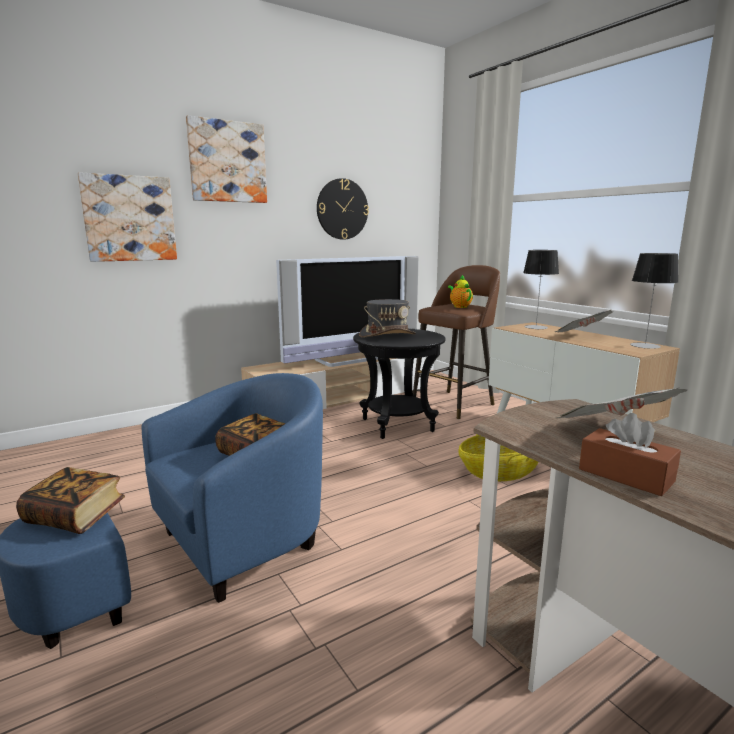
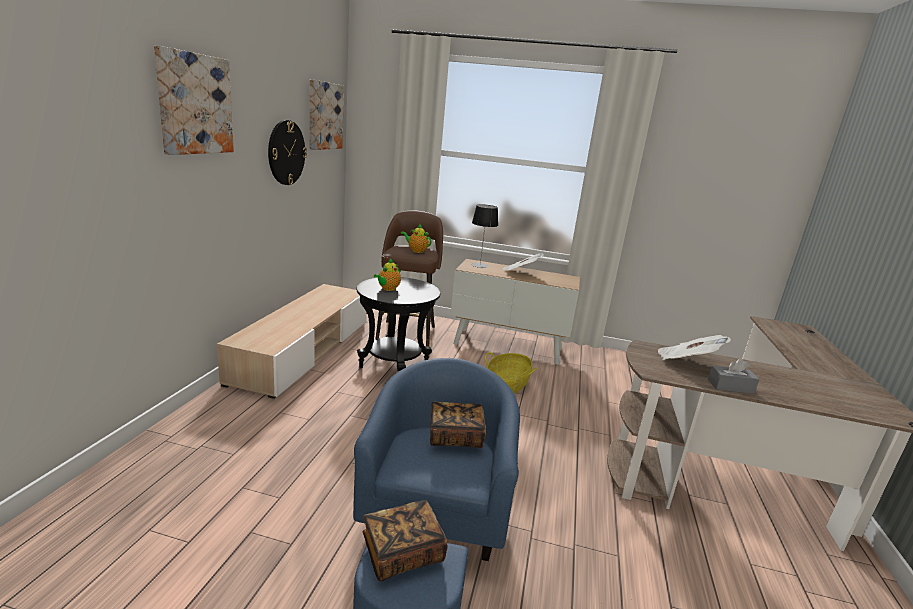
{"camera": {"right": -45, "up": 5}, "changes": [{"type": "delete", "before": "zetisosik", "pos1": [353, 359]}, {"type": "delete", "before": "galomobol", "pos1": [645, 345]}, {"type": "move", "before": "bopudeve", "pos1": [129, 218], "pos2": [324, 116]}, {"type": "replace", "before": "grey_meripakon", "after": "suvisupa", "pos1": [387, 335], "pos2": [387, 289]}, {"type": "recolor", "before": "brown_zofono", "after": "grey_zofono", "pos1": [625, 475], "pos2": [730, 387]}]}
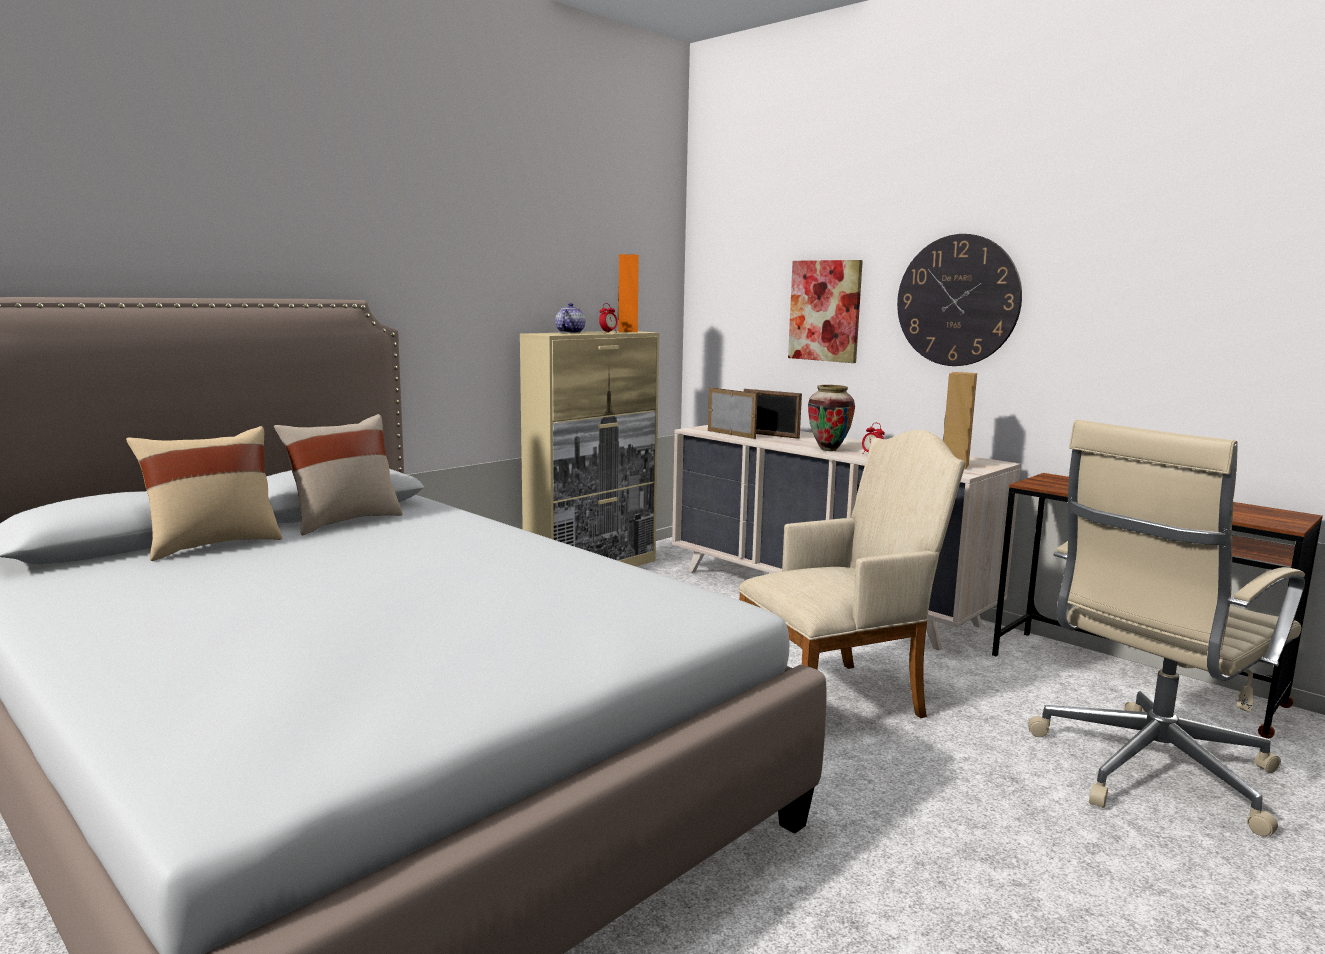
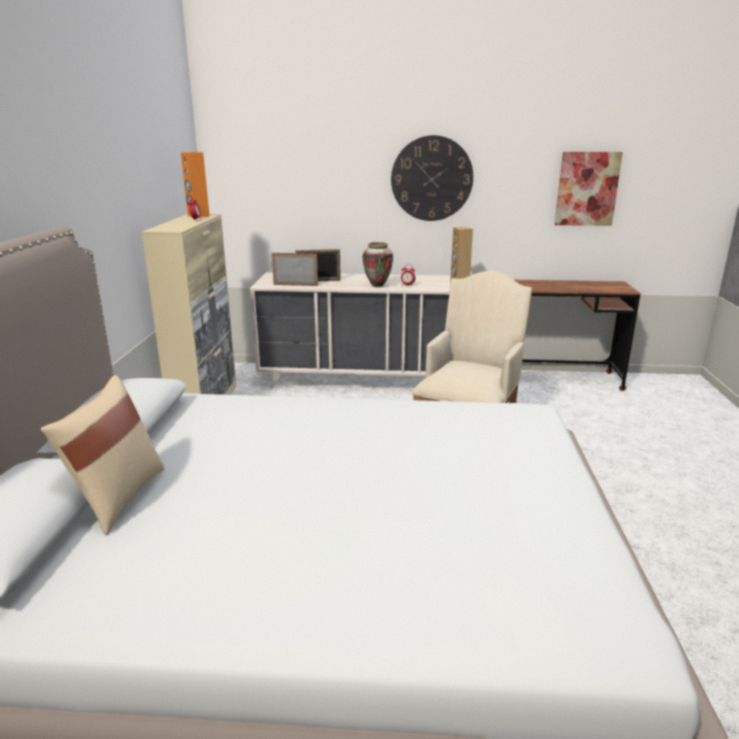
{"camera": {"right": -40, "up": 10}, "changes": [{"type": "delete", "before": "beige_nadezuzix", "pos1": [344, 521]}, {"type": "delete", "before": "suvisupa", "pos1": [570, 332]}, {"type": "delete", "before": "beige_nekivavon", "pos1": [1149, 771]}, {"type": "move", "before": "bopudeve", "pos1": [825, 311], "pos2": [587, 189]}]}
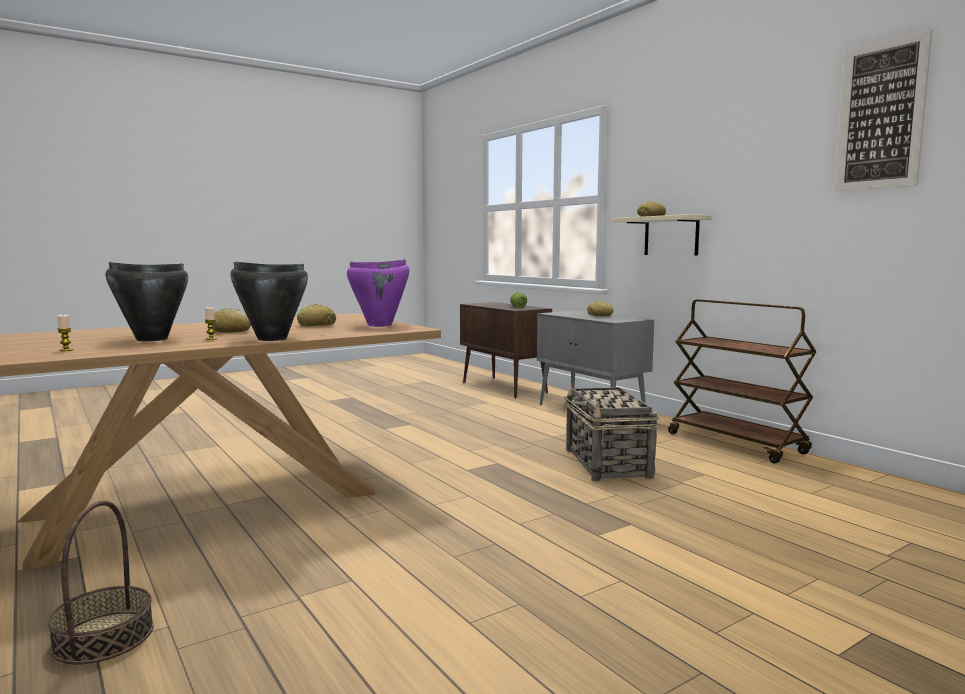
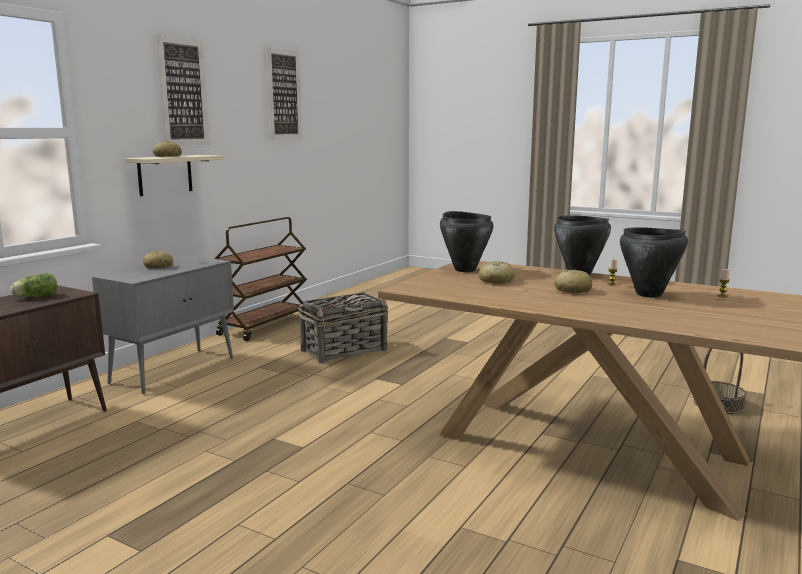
{"camera": {"right": -115, "up": 5}, "changes": [{"type": "insert", "after": "bopudeve", "pos2": [183, 92]}, {"type": "recolor", "before": "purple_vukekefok", "after": "black_vukekefok", "pos1": [380, 325], "pos2": [465, 270]}]}
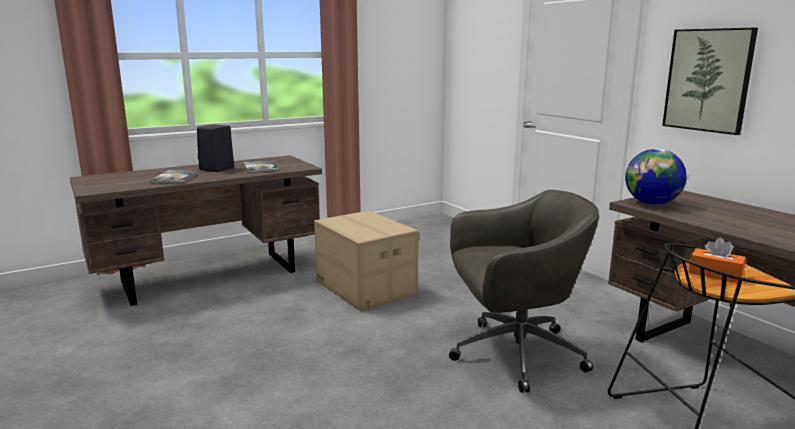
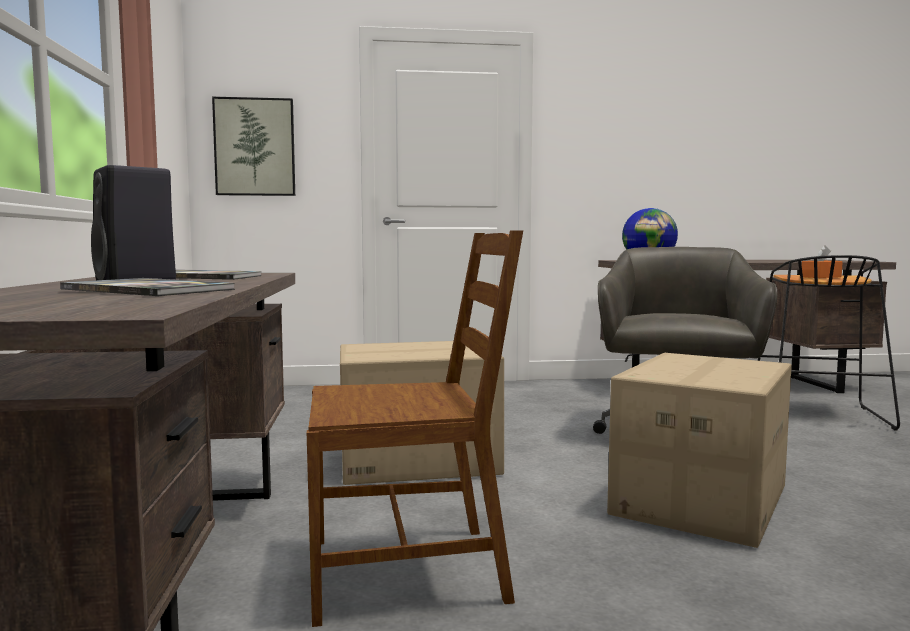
{"camera": {"right": -65, "up": -10}, "changes": [{"type": "insert", "after": "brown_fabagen", "pos2": [408, 570]}, {"type": "insert", "after": "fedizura", "pos2": [699, 500]}, {"type": "move", "before": "bopudeve", "pos1": [708, 80], "pos2": [255, 147]}]}
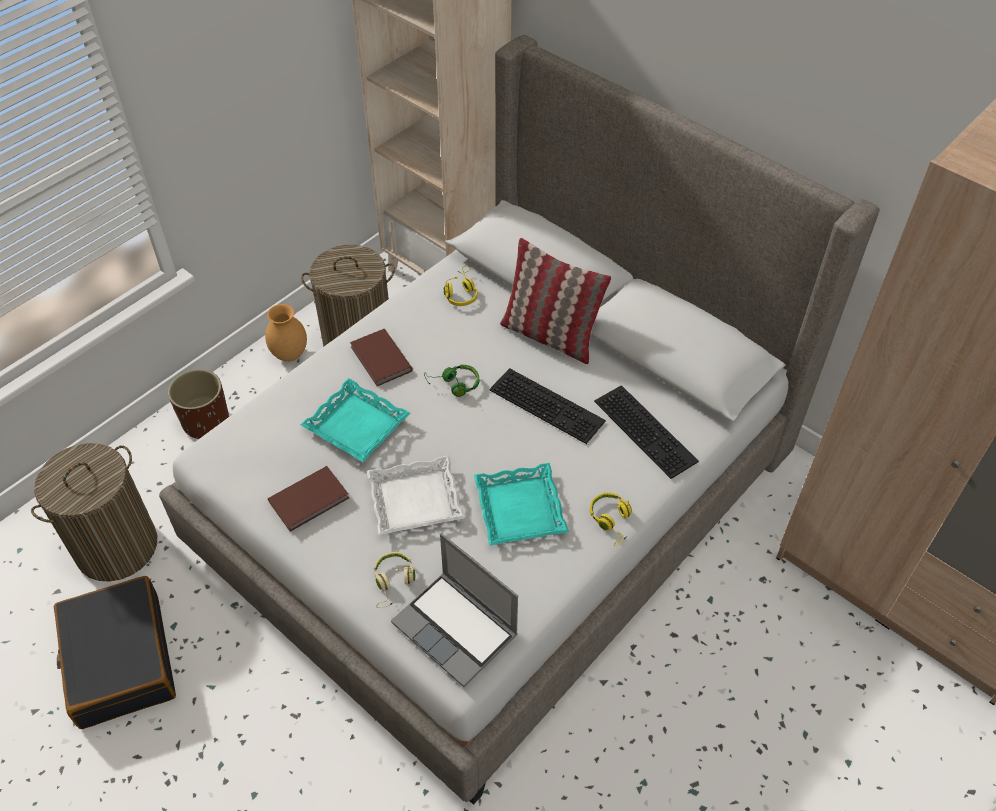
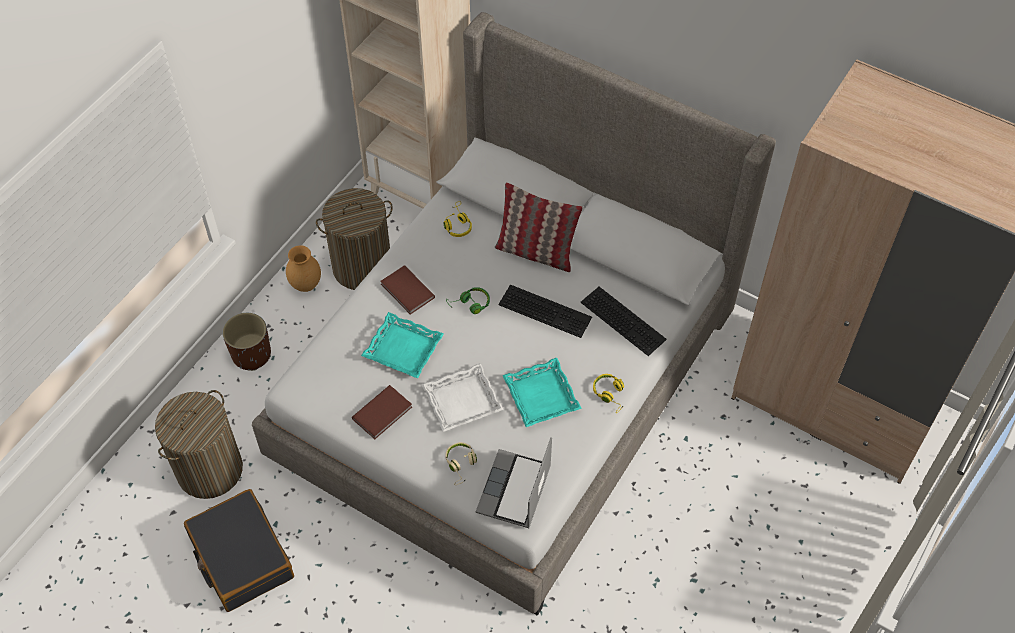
{"camera": {"right": -10, "up": 5}, "changes": [{"type": "rotate", "before": "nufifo", "pos1": [457, 629], "pos2": [515, 491], "turn": 75}]}
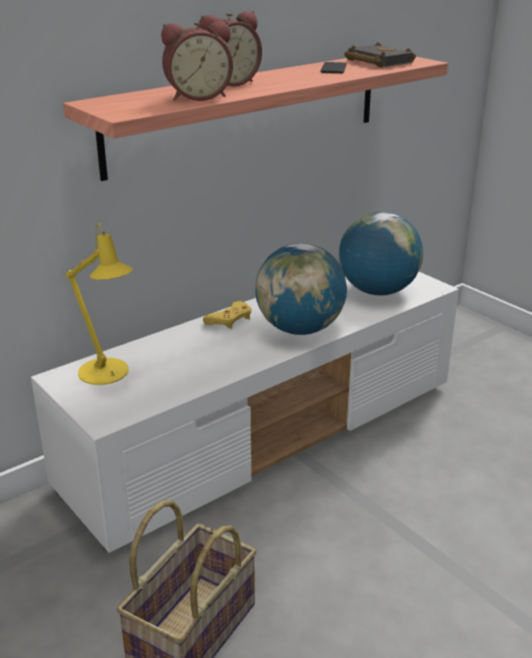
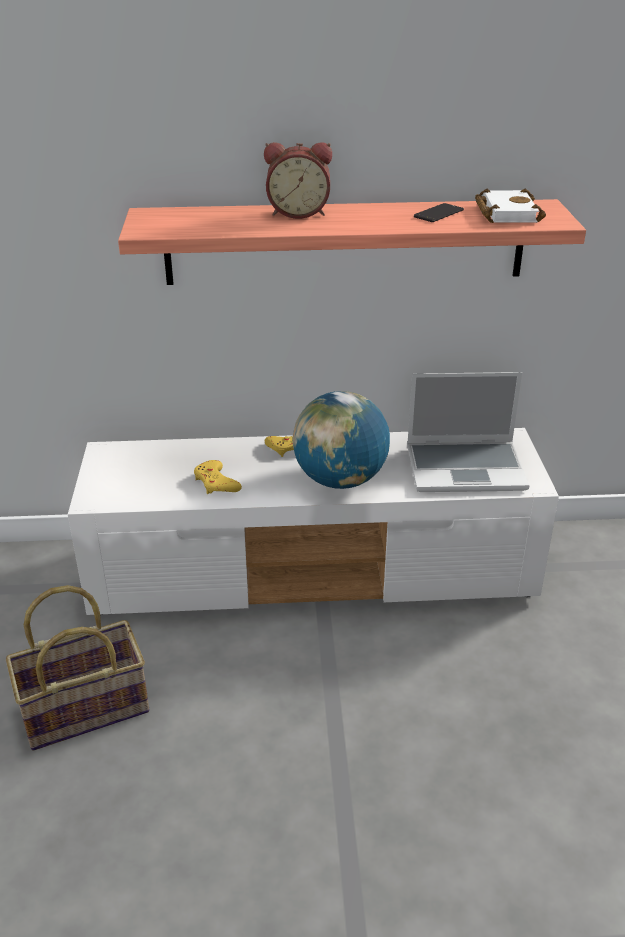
{"camera": {"right": 35, "up": 5}, "changes": [{"type": "delete", "before": "yellow_galomobol", "pos1": [108, 374]}, {"type": "delete", "before": "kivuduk", "pos1": [197, 96]}, {"type": "insert", "after": "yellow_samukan", "pos2": [216, 483]}, {"type": "replace", "before": "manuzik", "after": "nufifo", "pos1": [377, 291], "pos2": [466, 468]}, {"type": "recolor", "before": "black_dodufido", "after": "white_dodufido", "pos1": [376, 62], "pos2": [505, 212]}]}
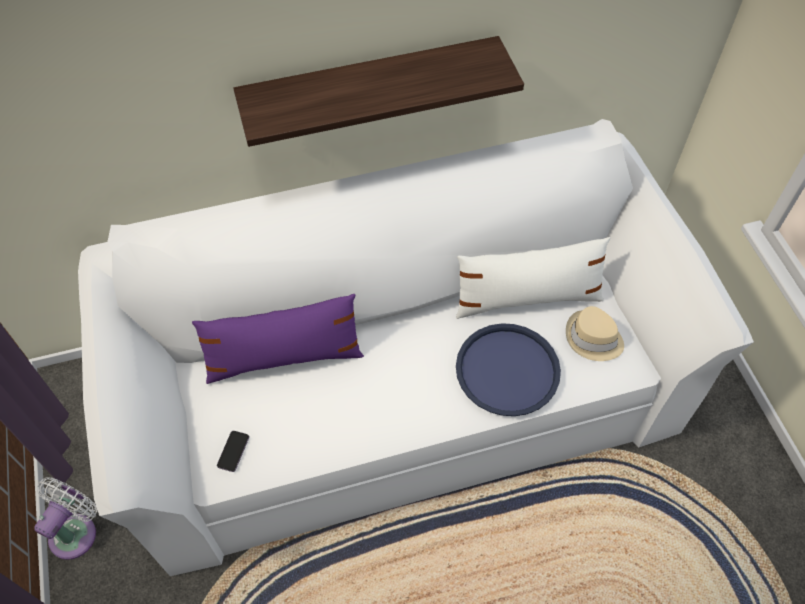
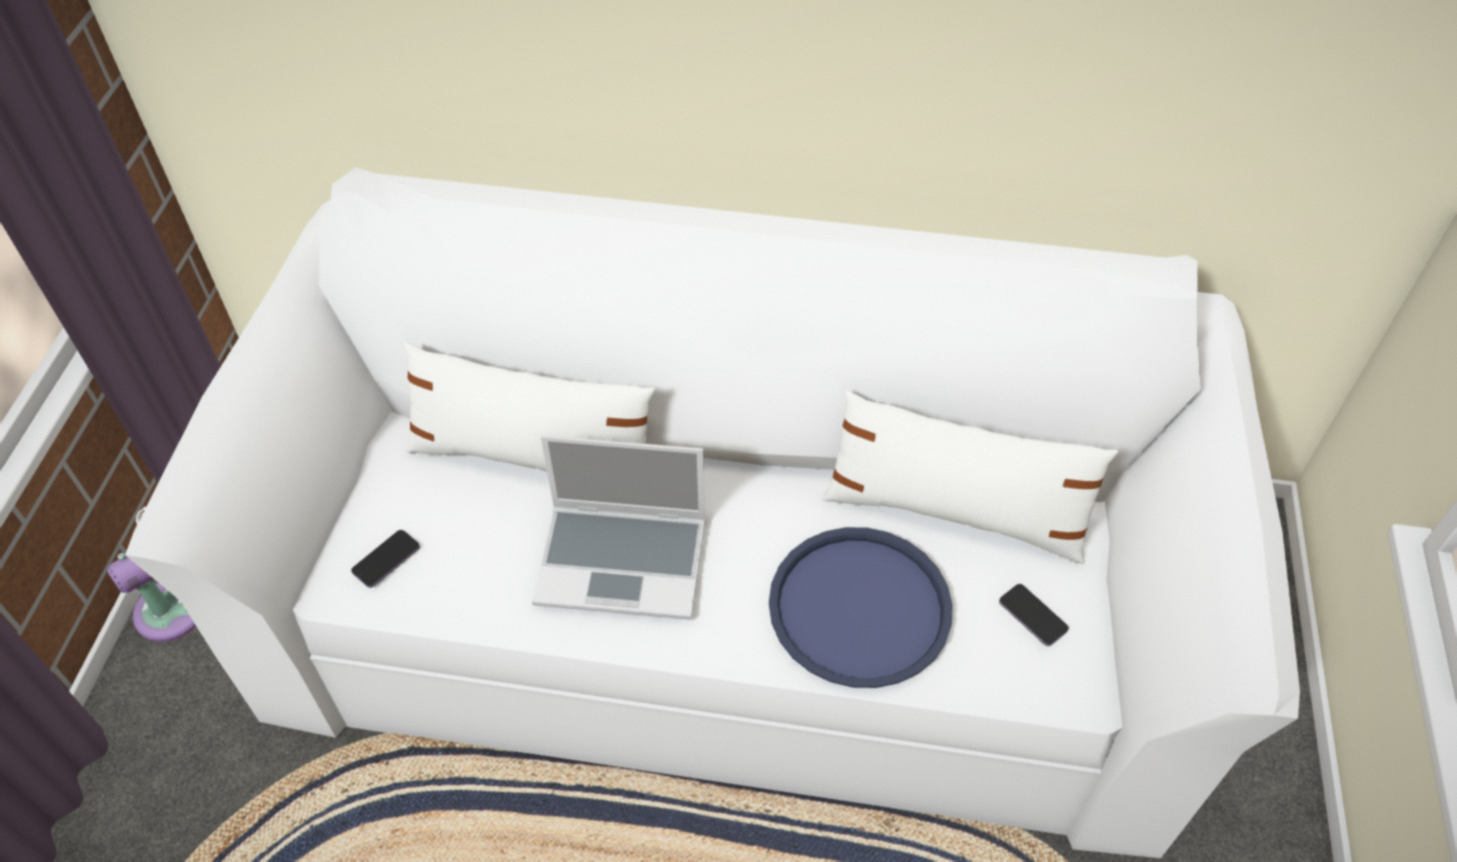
{"camera": {"right": 25, "up": -5}, "changes": [{"type": "delete", "before": "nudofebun", "pos1": [370, 86]}, {"type": "insert", "after": "nufifo", "pos2": [624, 561]}, {"type": "replace", "before": "beige_meripakon", "after": "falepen", "pos1": [593, 338], "pos2": [1033, 616]}, {"type": "recolor", "before": "purple_nadezuzix", "after": "white_nadezuzix", "pos1": [284, 358], "pos2": [533, 458]}]}
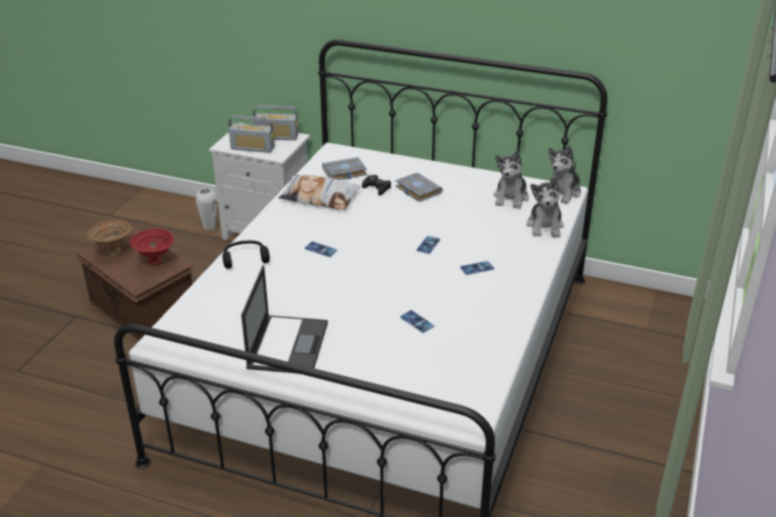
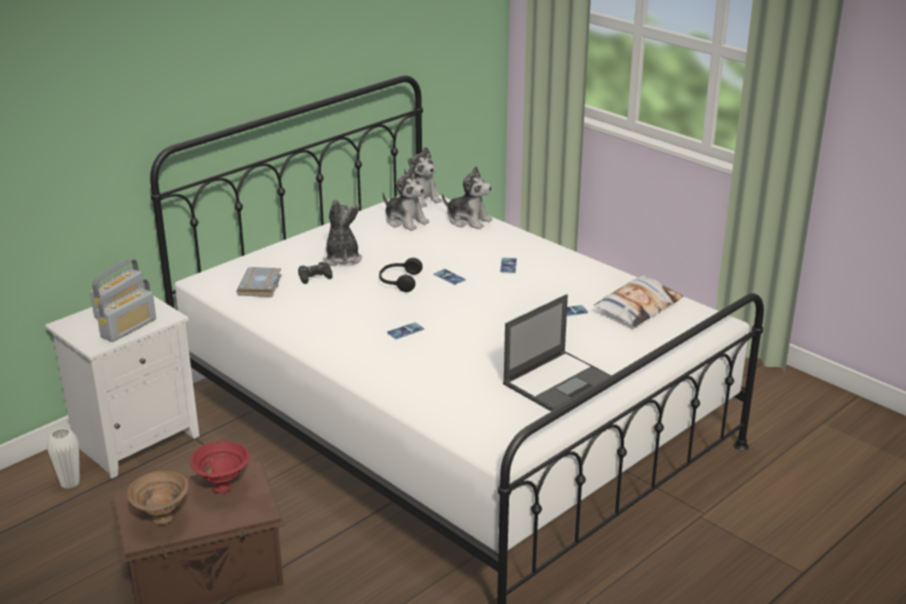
{"camera": {"right": -65, "up": -5}, "changes": [{"type": "move", "before": "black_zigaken", "pos1": [245, 258], "pos2": [399, 281]}, {"type": "move", "before": "nadezuzix", "pos1": [320, 197], "pos2": [638, 307]}, {"type": "replace", "before": "grey_dodufido", "after": "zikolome", "pos1": [416, 190], "pos2": [342, 258]}, {"type": "rotate", "before": "nufifo", "pos1": [288, 344], "pos2": [558, 381], "turn": 105}]}
